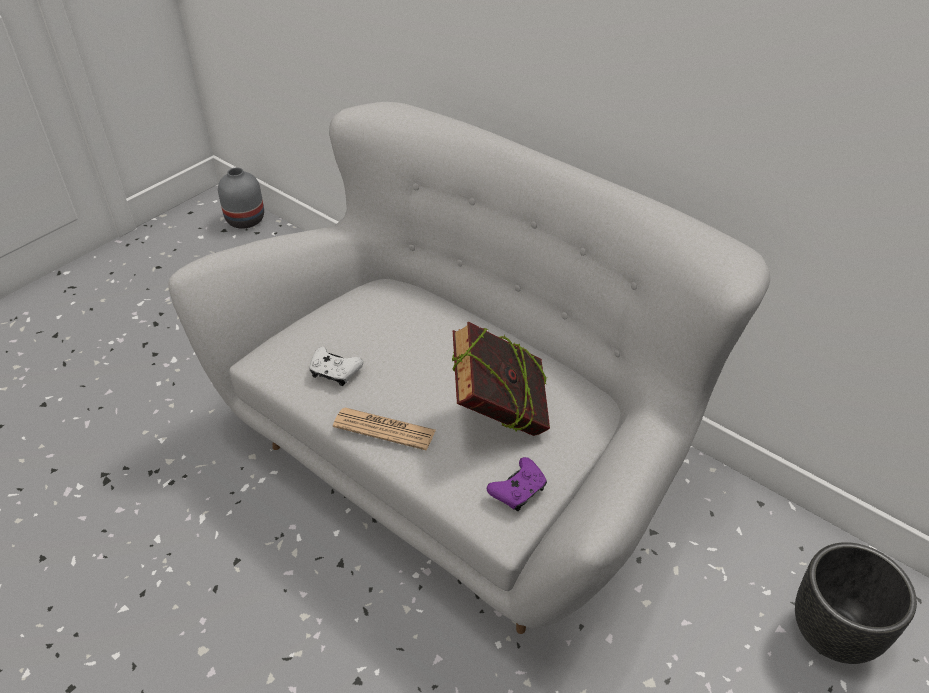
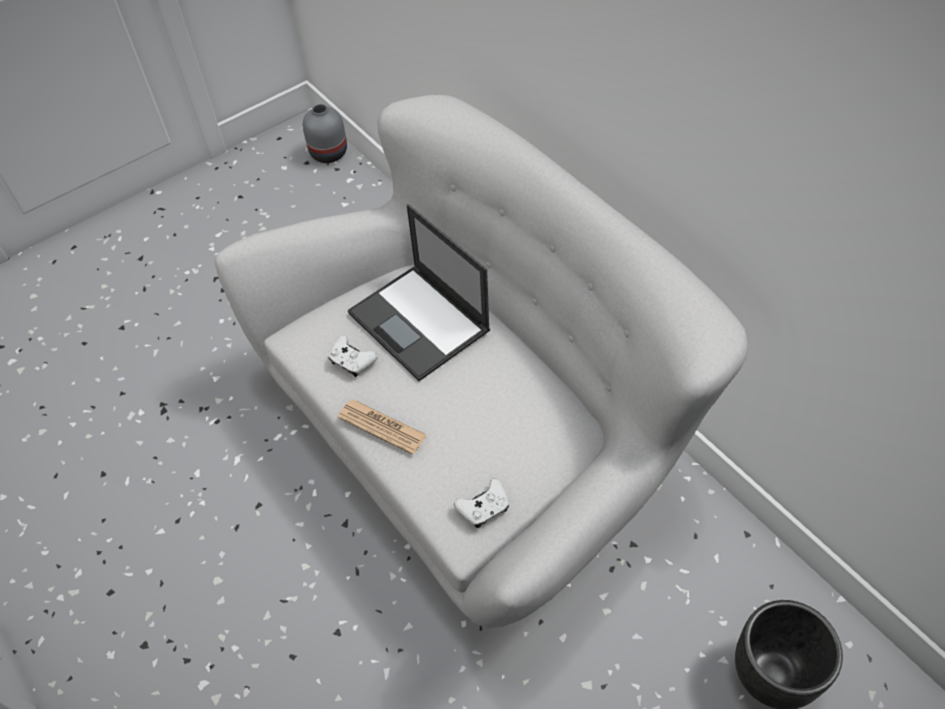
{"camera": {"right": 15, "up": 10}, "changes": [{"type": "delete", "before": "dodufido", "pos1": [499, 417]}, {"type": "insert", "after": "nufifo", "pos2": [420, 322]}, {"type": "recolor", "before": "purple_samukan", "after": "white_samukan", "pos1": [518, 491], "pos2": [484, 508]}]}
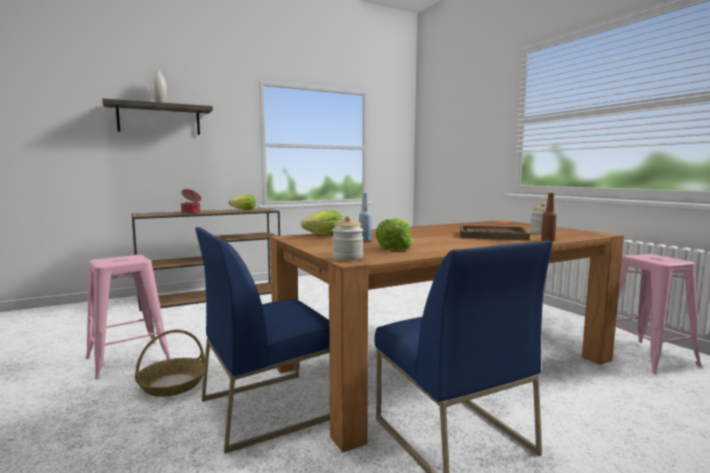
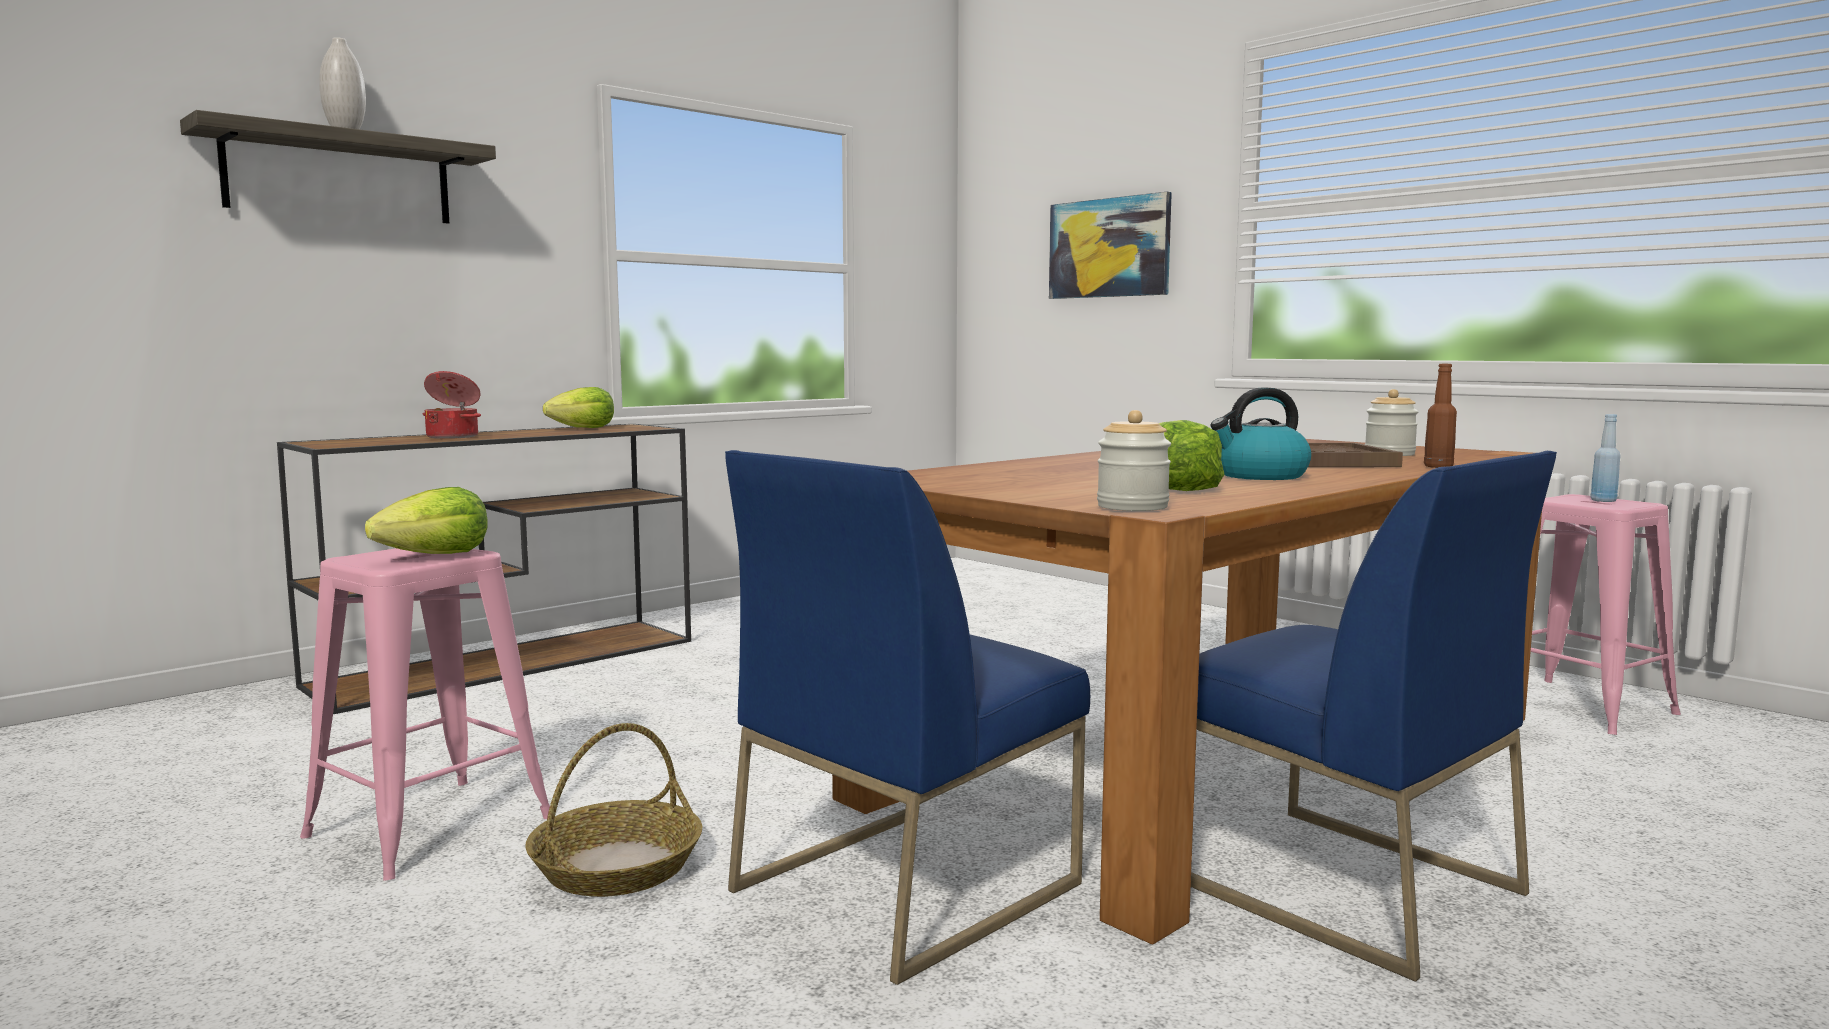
{"camera": {"right": -15, "up": 0}, "changes": [{"type": "insert", "after": "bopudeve", "pos2": [1109, 248]}, {"type": "insert", "after": "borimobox", "pos2": [1259, 476]}, {"type": "move", "before": "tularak", "pos1": [324, 235], "pos2": [436, 556]}, {"type": "move", "before": "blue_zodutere", "pos1": [364, 240], "pos2": [1603, 501]}]}
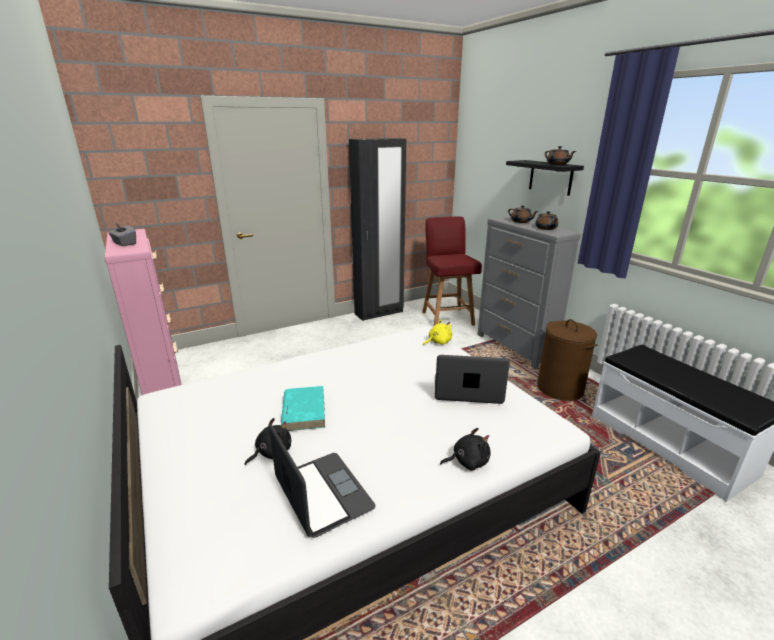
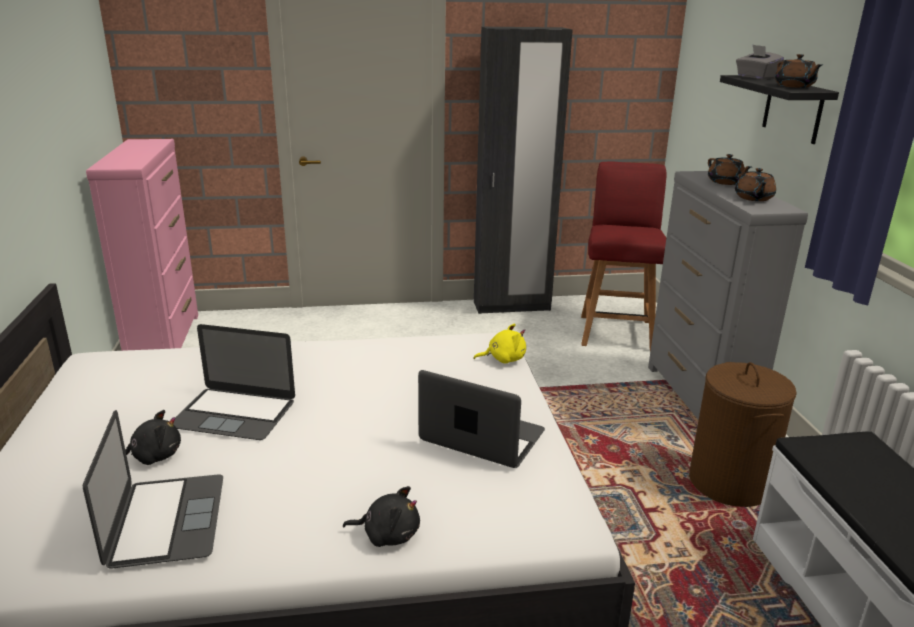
{"camera": {"right": 20, "up": 0}, "changes": [{"type": "move", "before": "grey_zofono", "pos1": [124, 243], "pos2": [756, 77]}, {"type": "replace", "before": "turquoise_dodufido", "after": "nufifo", "pos1": [303, 410], "pos2": [234, 413]}]}
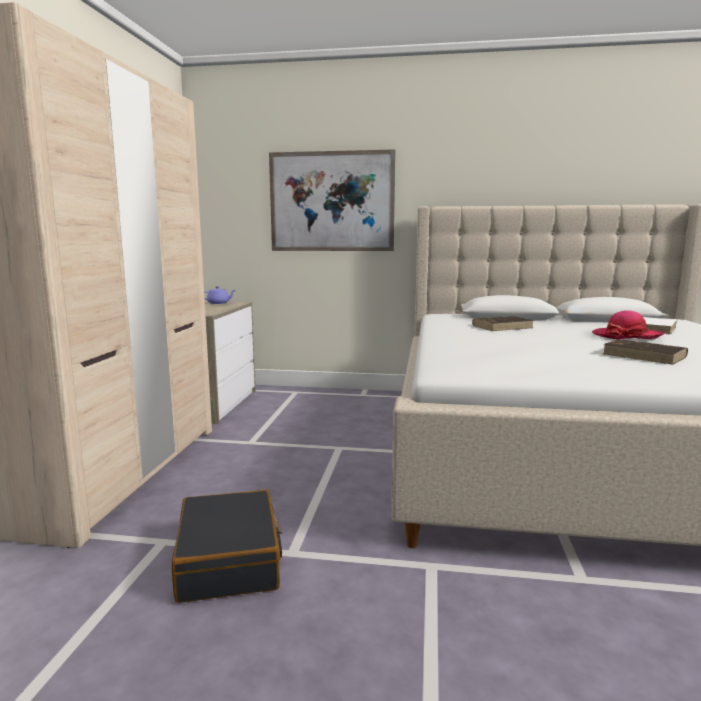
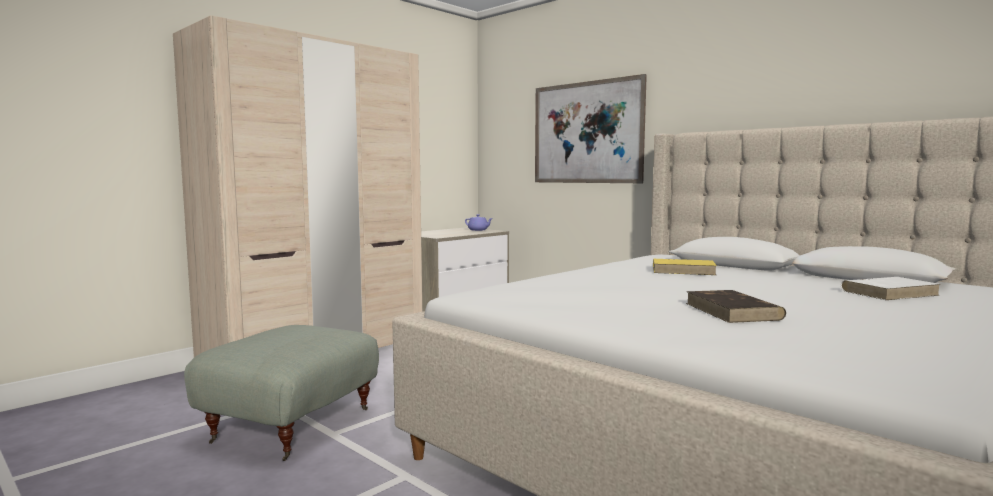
{"camera": {"right": 35, "up": -5}, "changes": [{"type": "delete", "before": "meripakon", "pos1": [627, 336]}, {"type": "replace", "before": "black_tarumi", "after": "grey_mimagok", "pos1": [229, 560], "pos2": [291, 425]}, {"type": "recolor", "before": "brown_dodufido", "after": "yellow_dodufido", "pos1": [503, 326], "pos2": [684, 270]}]}
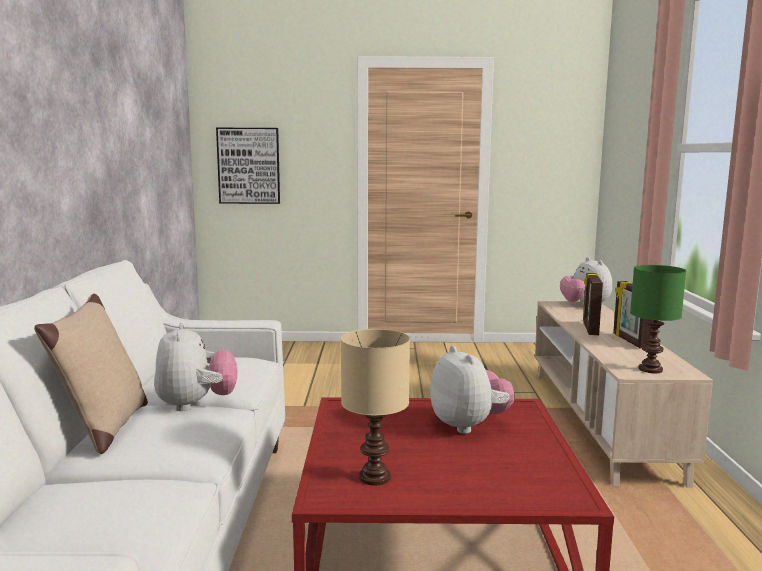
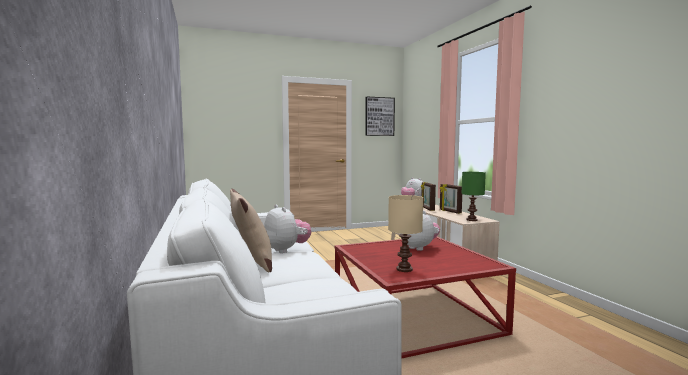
{"camera": {"right": -20, "up": -5}, "changes": [{"type": "move", "before": "bopudeve", "pos1": [249, 166], "pos2": [379, 116]}]}
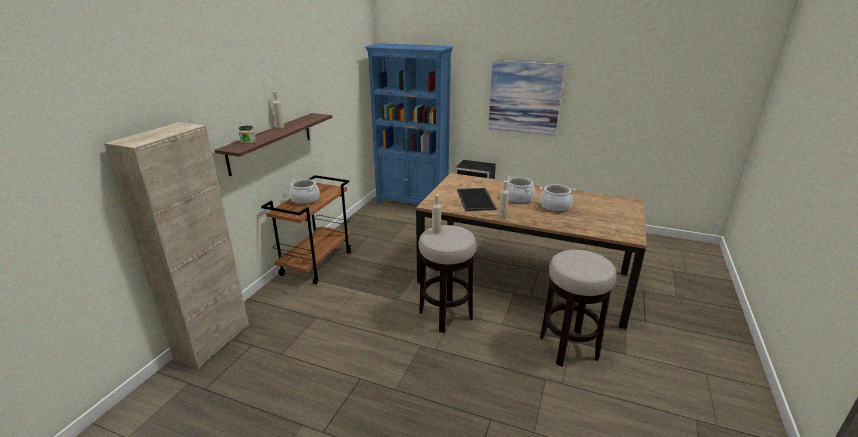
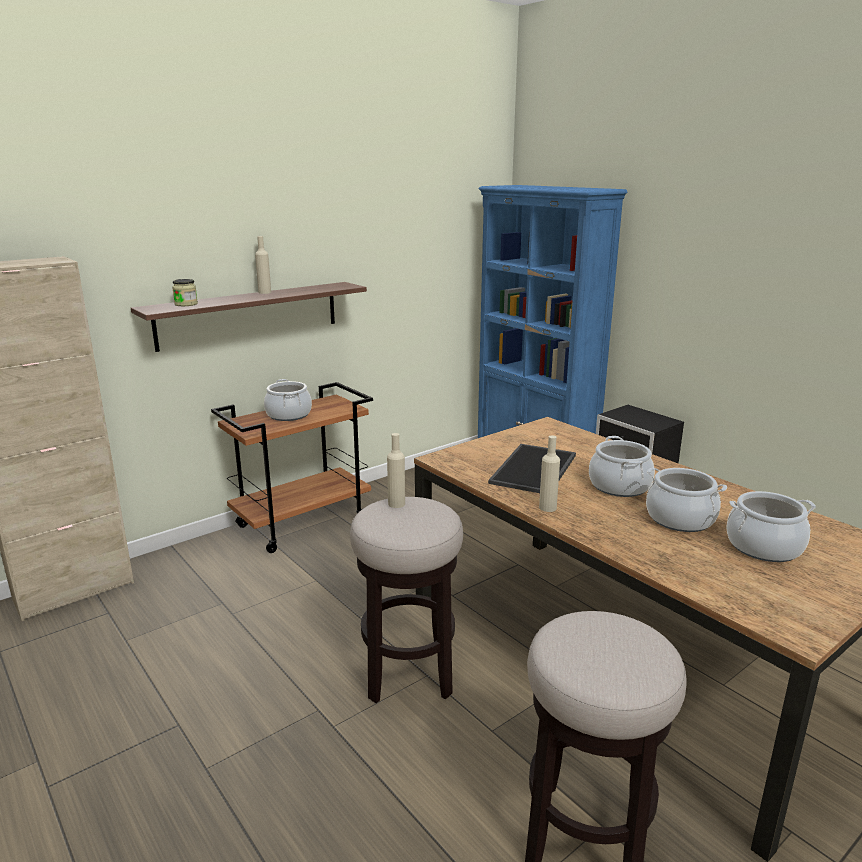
{"camera": {"right": 30, "up": -5}, "changes": [{"type": "delete", "before": "bopudeve", "pos1": [524, 97]}, {"type": "insert", "after": "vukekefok", "pos2": [763, 546]}]}
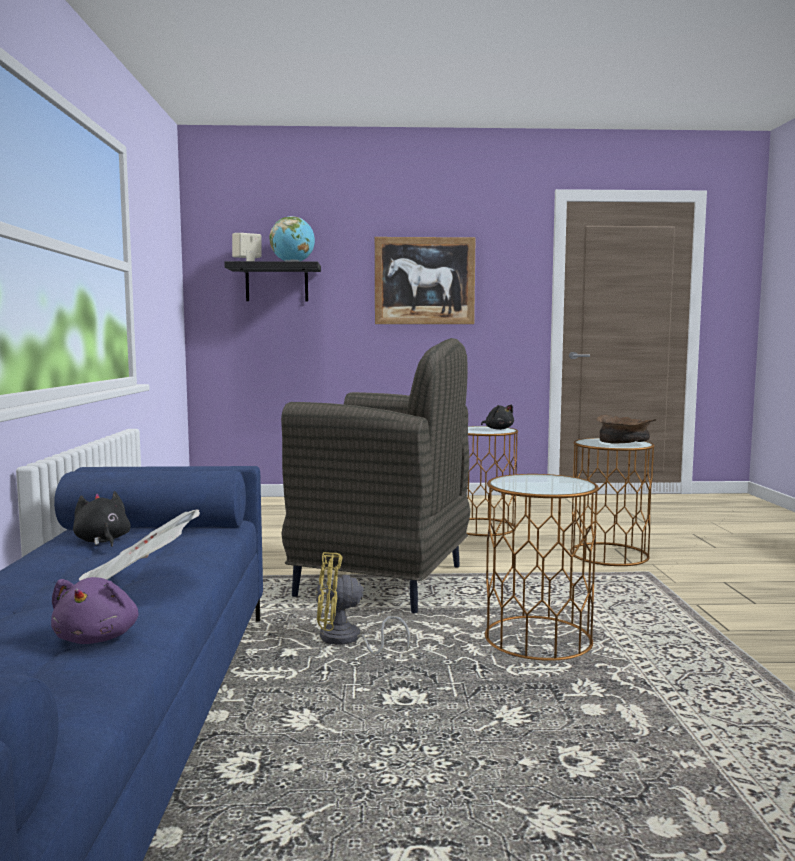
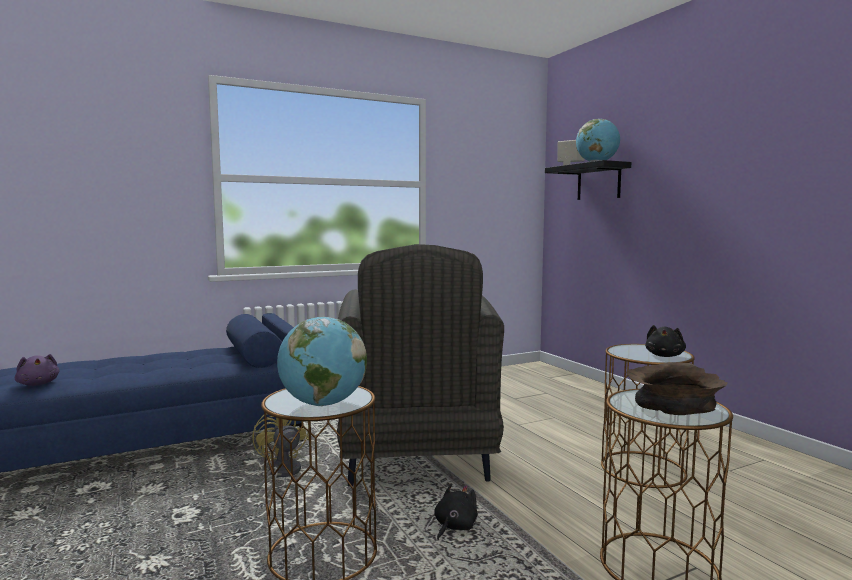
{"camera": {"right": 65, "up": 0}, "changes": [{"type": "delete", "before": "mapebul", "pos1": [137, 581]}, {"type": "delete", "before": "bopudeve", "pos1": [424, 281]}, {"type": "insert", "after": "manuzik", "pos2": [323, 404]}, {"type": "move", "before": "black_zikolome", "pos1": [102, 541], "pos2": [454, 527]}, {"type": "rotate", "before": "purple_zikolome", "pos1": [98, 638], "pos2": [38, 384], "turn": -105}]}
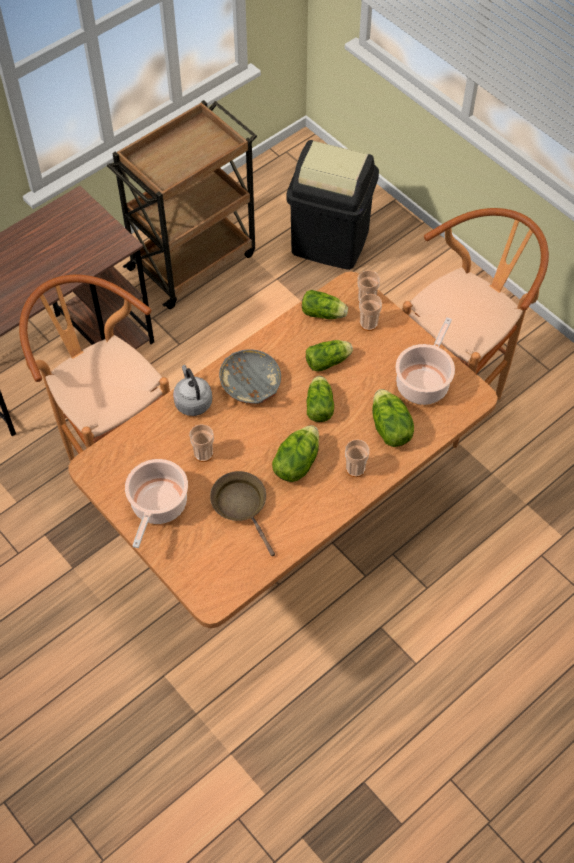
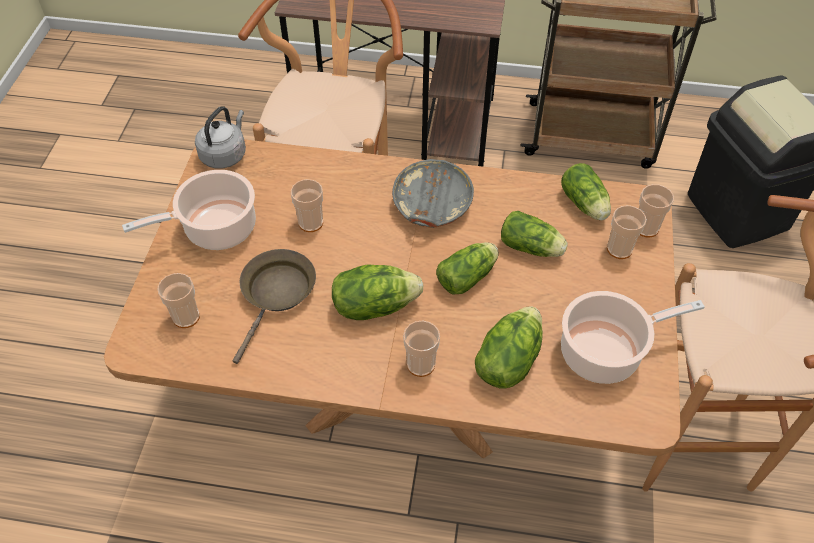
{"camera": {"right": 50, "up": -5}, "changes": [{"type": "insert", "after": "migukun", "pos2": [186, 317]}, {"type": "move", "before": "grey_borimobox", "pos1": [192, 401], "pos2": [225, 154]}]}
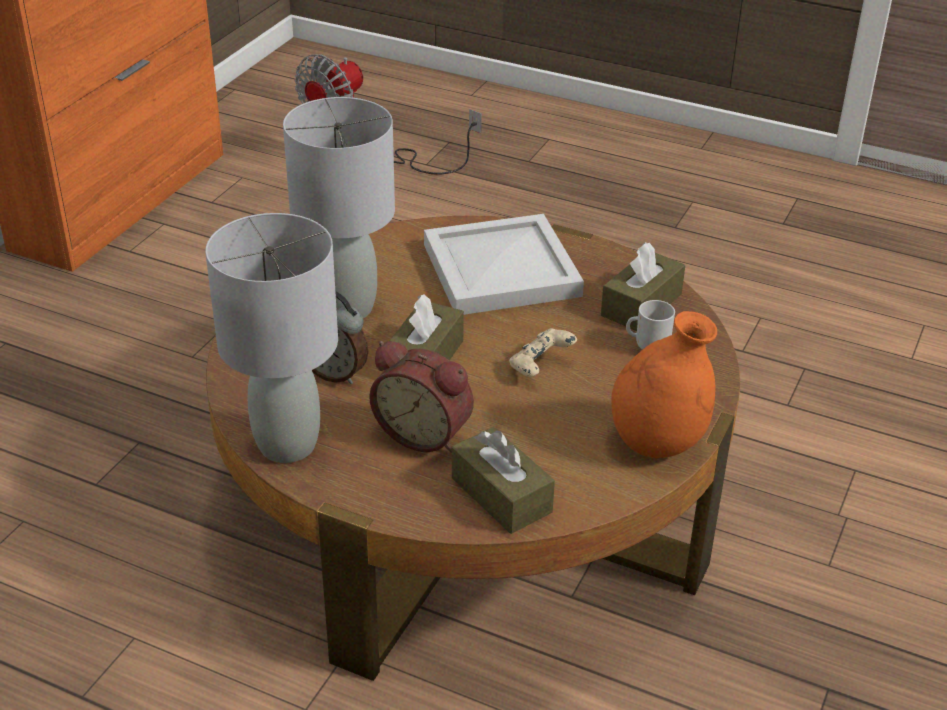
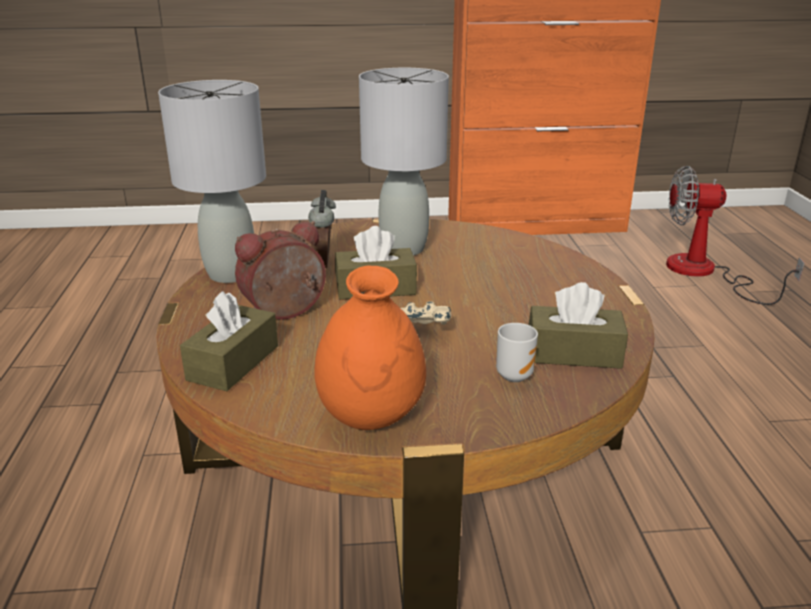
{"camera": {"right": 60, "up": -10}, "changes": [{"type": "delete", "before": "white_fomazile", "pos1": [498, 269]}, {"type": "rotate", "before": "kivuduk", "pos1": [425, 433], "pos2": [286, 313], "turn": 60}]}
